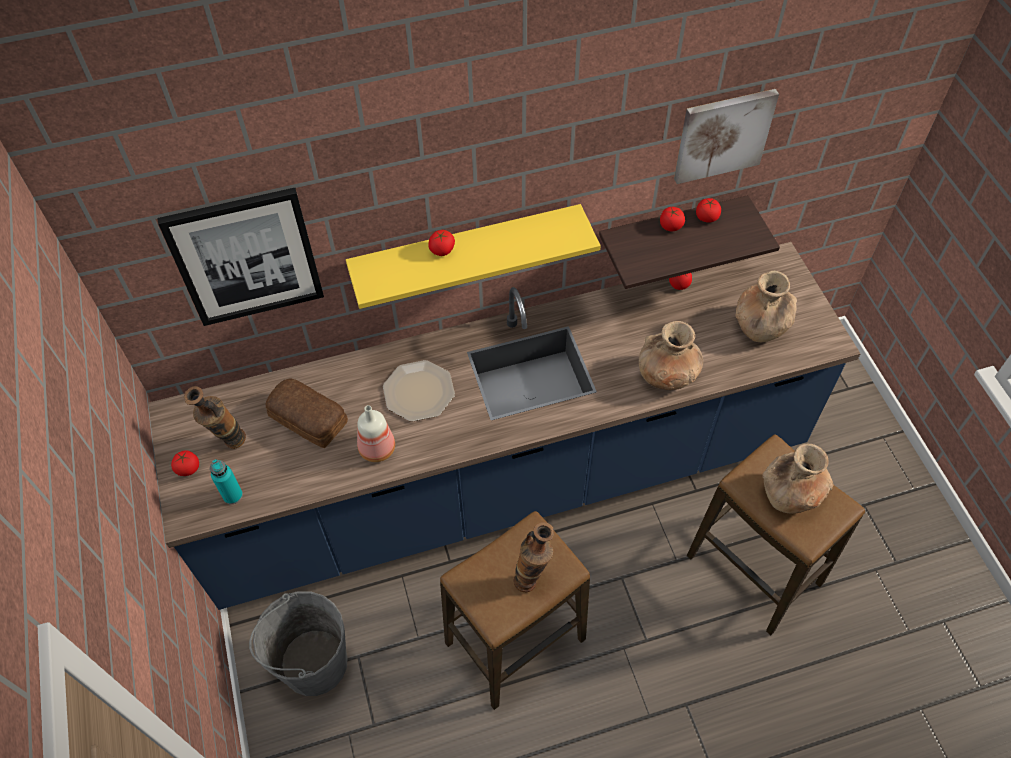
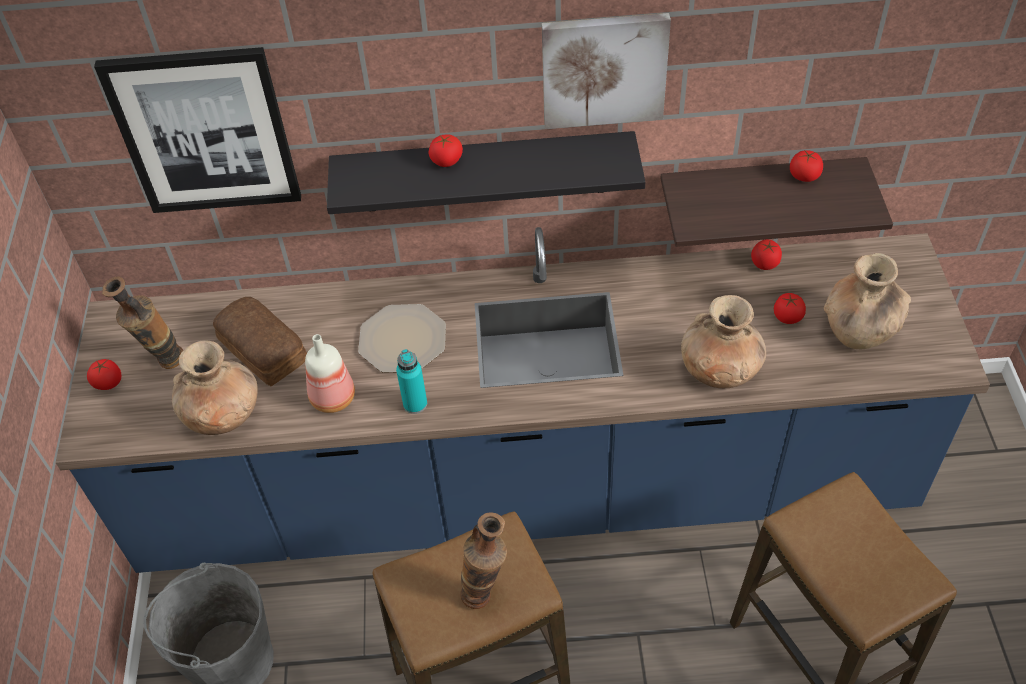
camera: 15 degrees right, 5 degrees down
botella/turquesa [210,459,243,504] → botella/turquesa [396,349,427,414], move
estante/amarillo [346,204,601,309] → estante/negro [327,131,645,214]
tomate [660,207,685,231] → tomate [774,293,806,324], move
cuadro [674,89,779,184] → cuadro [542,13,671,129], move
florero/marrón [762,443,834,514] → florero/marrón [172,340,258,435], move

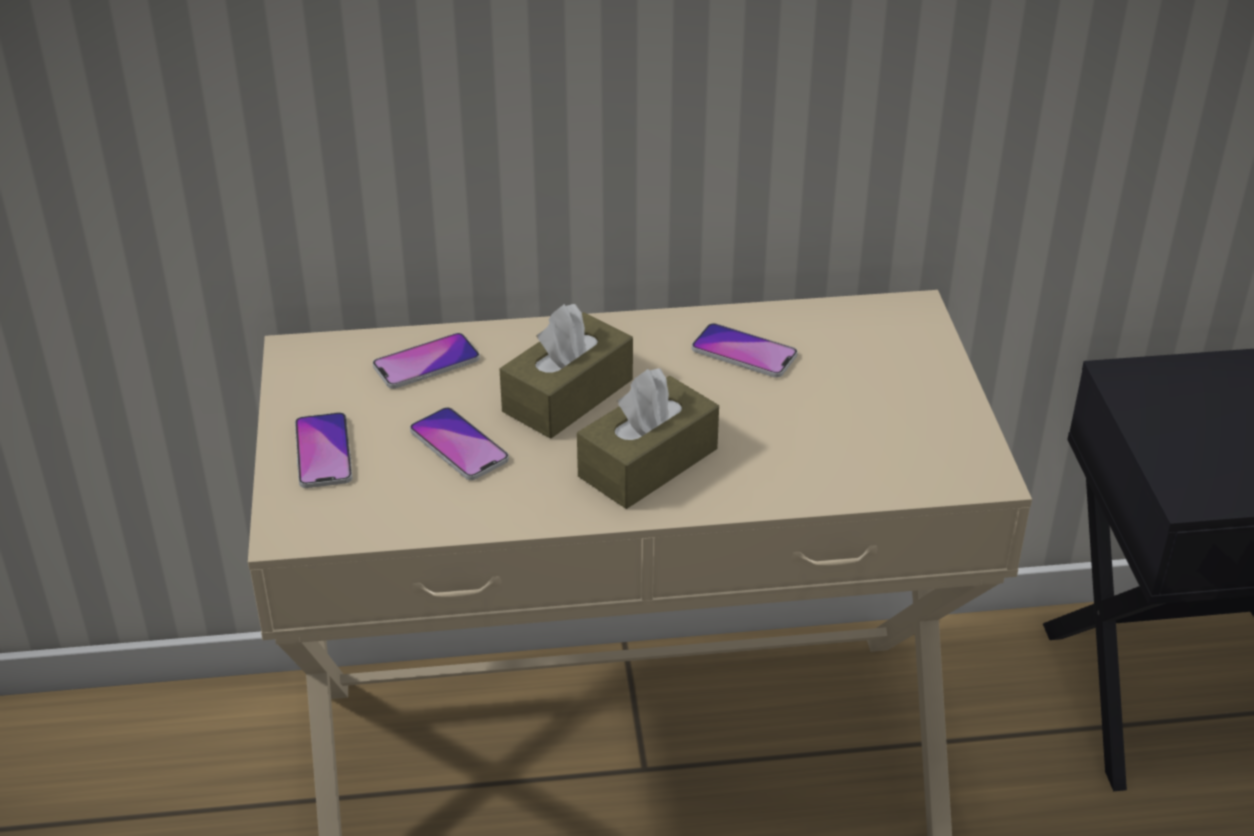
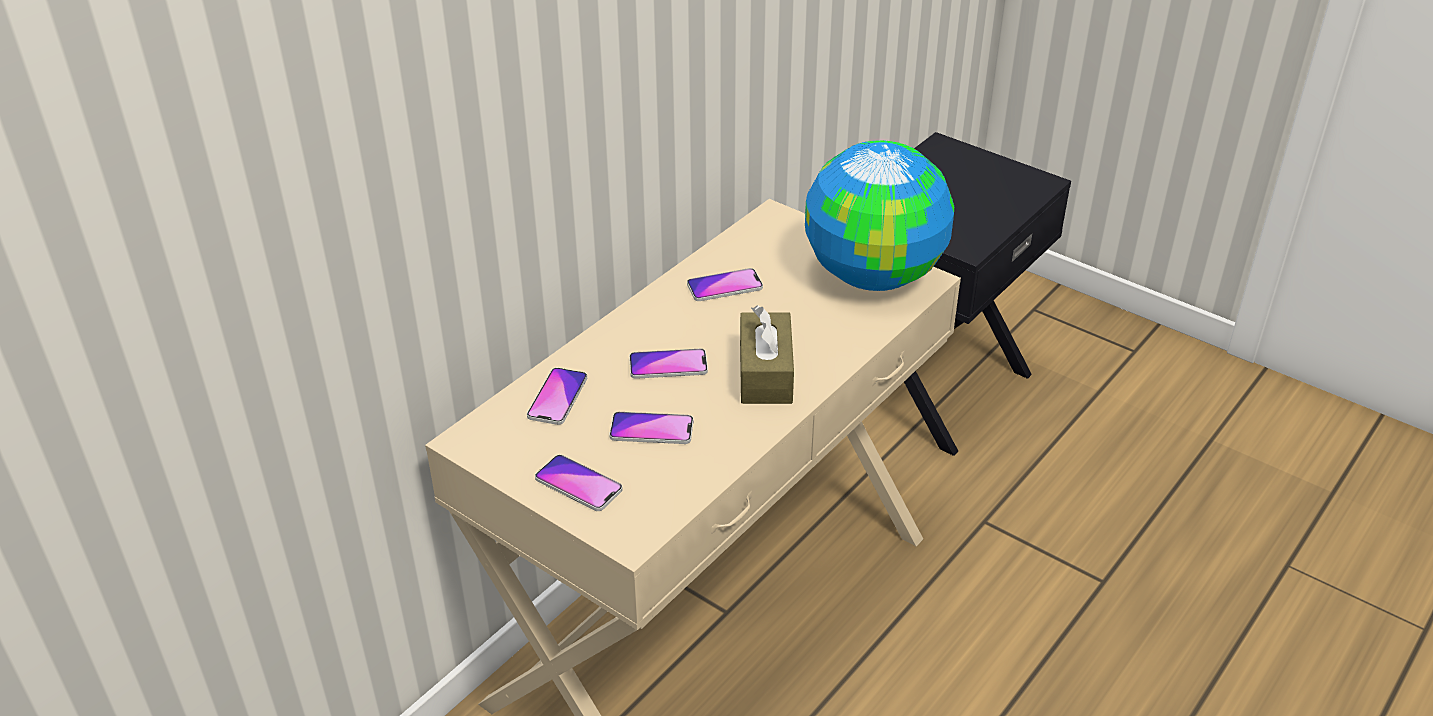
camera: 45 degrees left, 0 degrees up
caja de pañuelos/marrón [499,304,633,439] → móvil [629,349,708,379]
- → globo terráqueo [805,140,954,291]

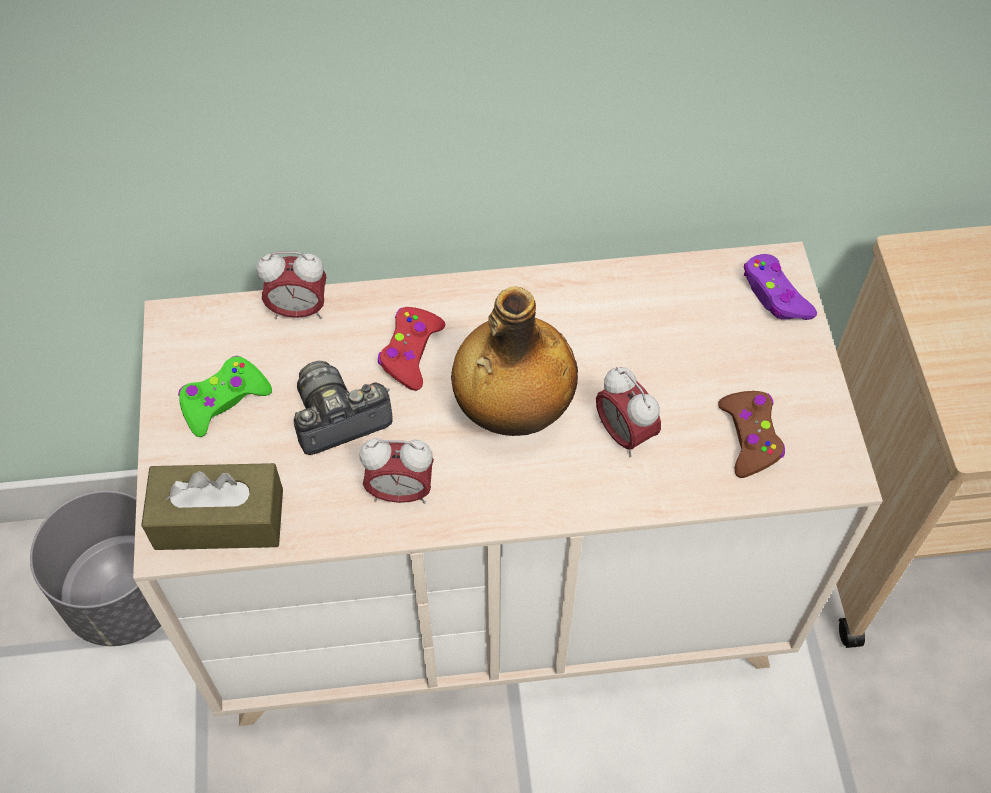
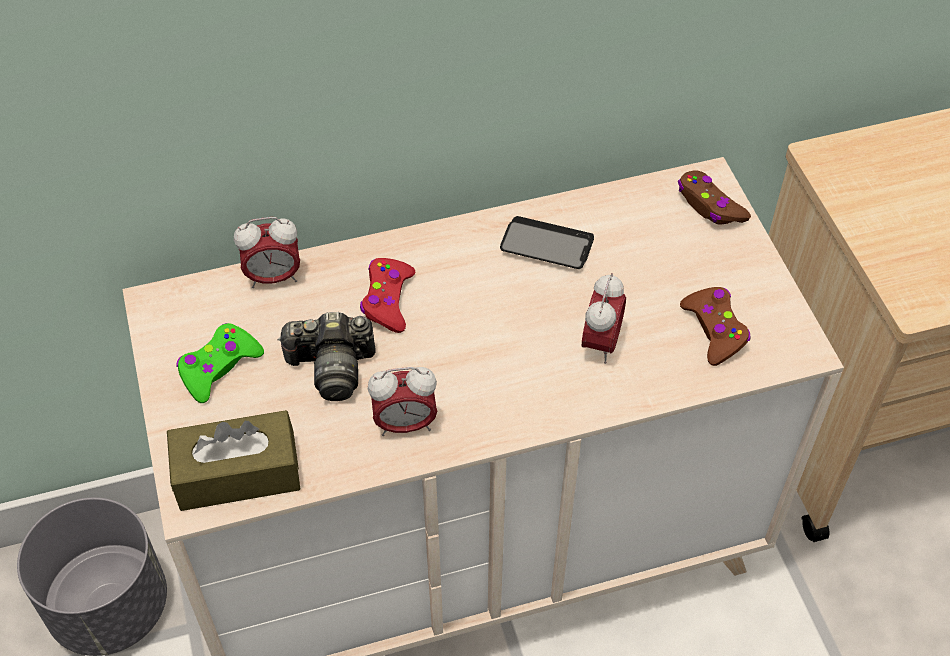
camera: 10 degrees left, 5 degrees down
cámara [293,361,393,455] → cámara [277,312,376,401], 150 degrees counterclockwise
botella [451,286,578,436] → -
despertador [596,367,661,457] → despertador [582,273,626,364], 120 degrees counterclockwise
mando de consola/morado [744,254,817,320] → mando de consola/marrón [678,171,751,225]
- → móvil [500,216,594,269]

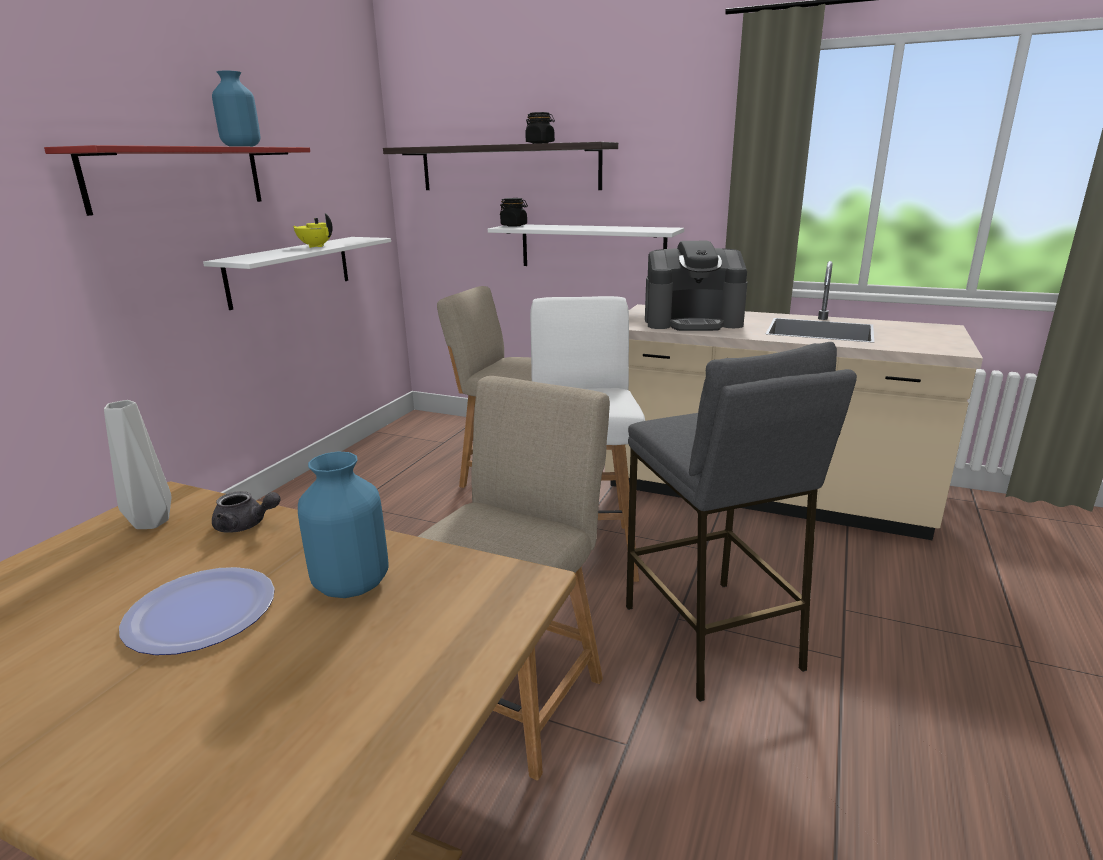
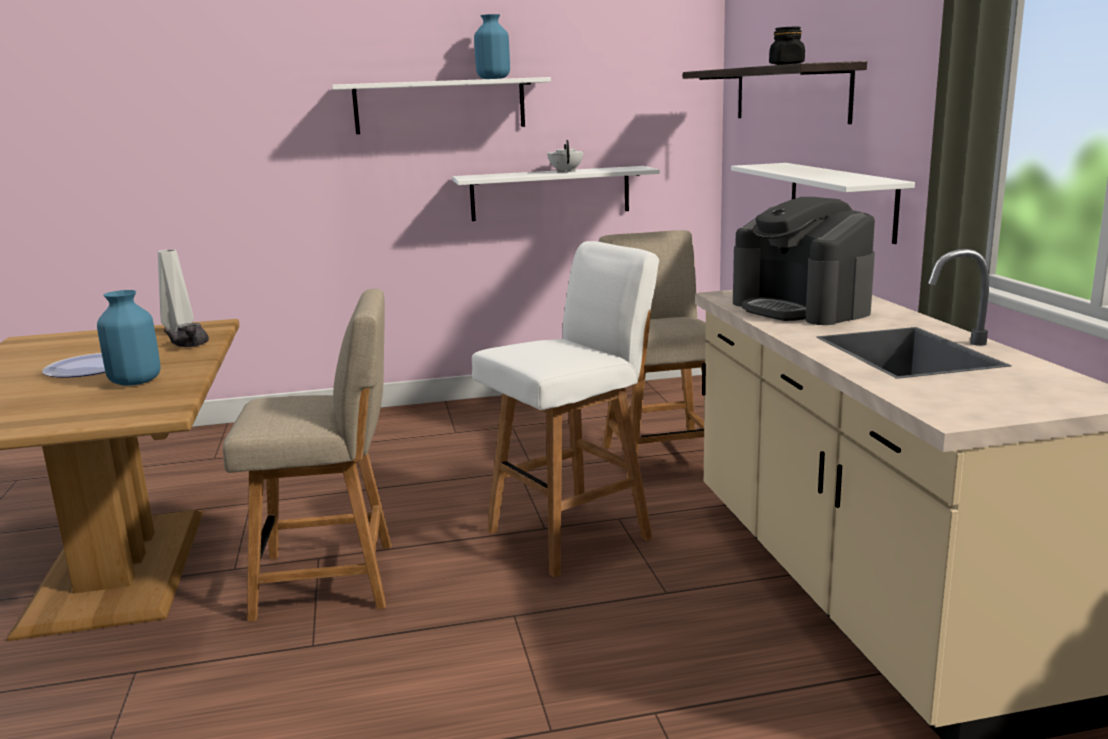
camera: 55 degrees right, 5 degrees down
estante/rojo [44,145,310,216] → estante/blanco [332,77,551,134]
tetera/amarillo [293,213,333,248] → tetera/blanco [547,140,584,173]
tarro/negro [500,198,528,227] → -
taburete/gris [626,342,857,702] → -

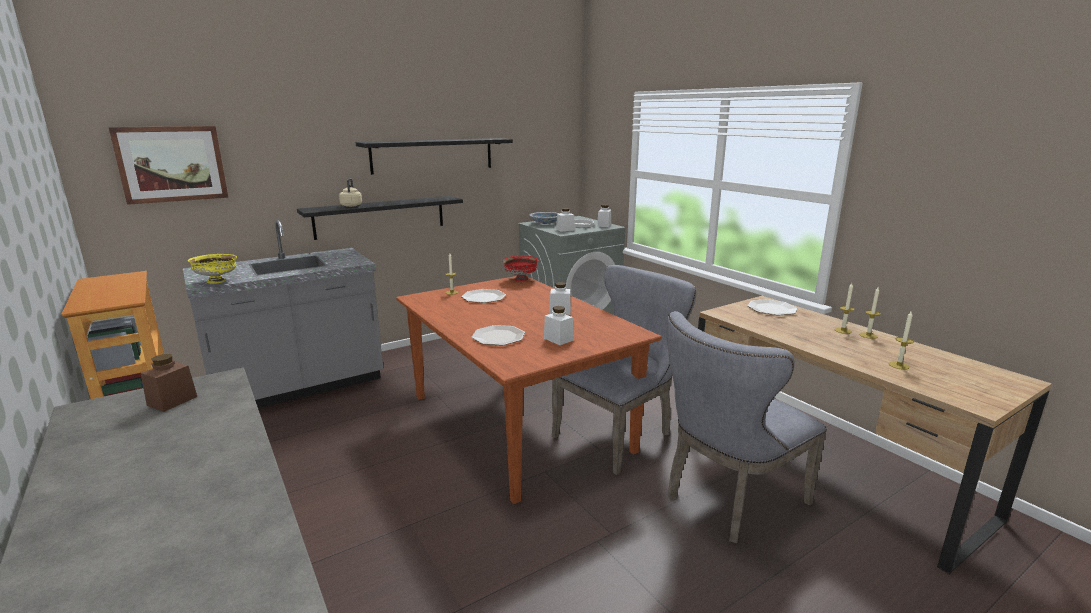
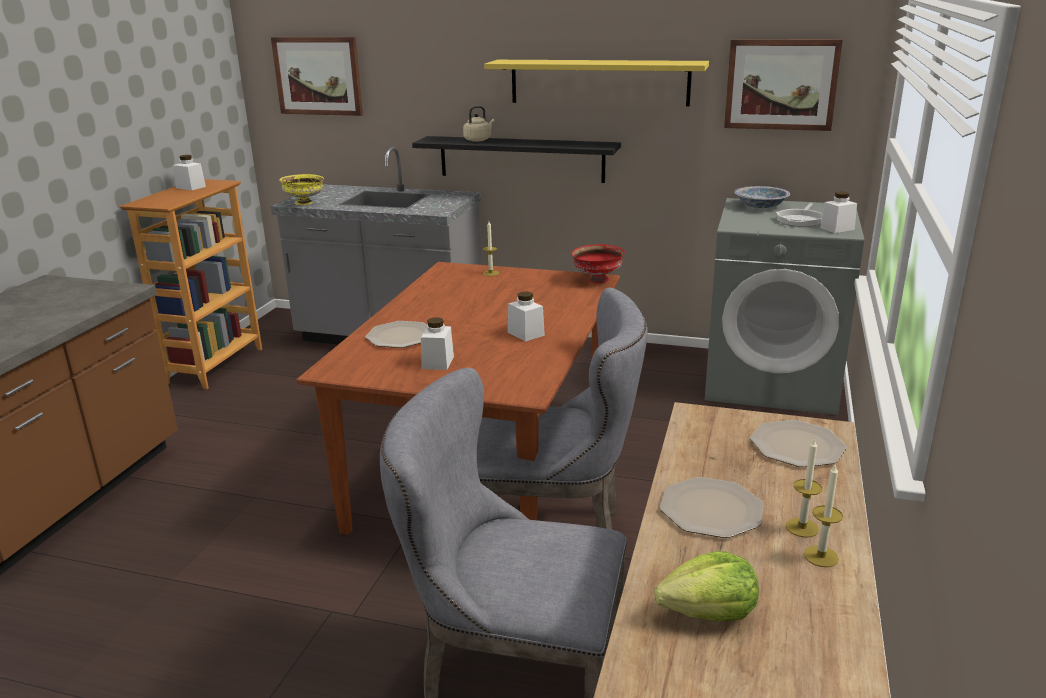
camera: 50 degrees right, 5 degrees up
tarro/marrón [141,354,197,412] → -
estante/negro [356,138,513,175] → estante/amarillo [484,60,709,106]
plato [461,289,506,303] → plato [660,477,763,538], move
tarro/blanco [556,208,575,232] → tarro/blanco [173,155,206,191], move
vela [889,311,914,370] → lechuga [654,551,759,621]
- → cuadro [724,39,843,131]

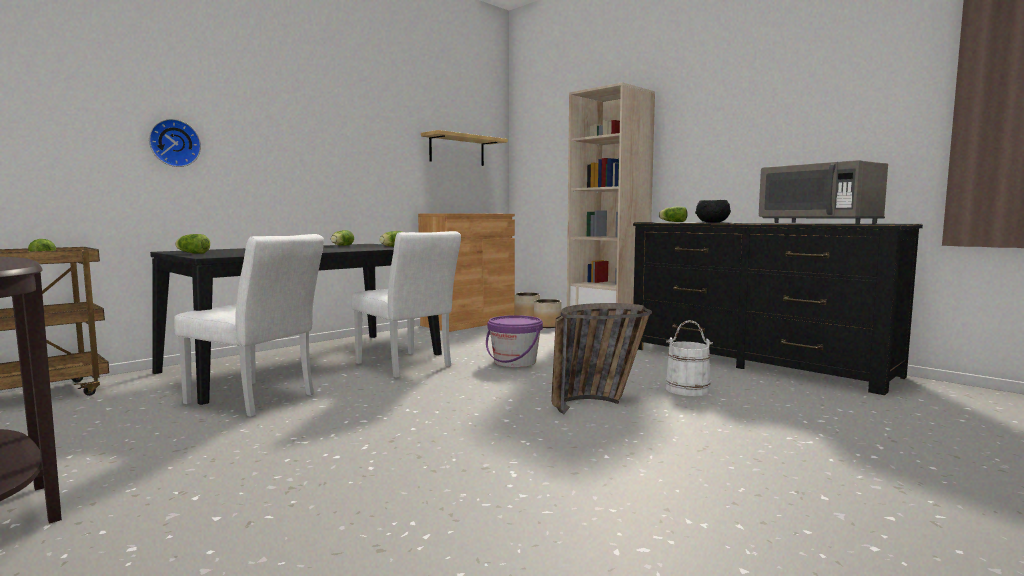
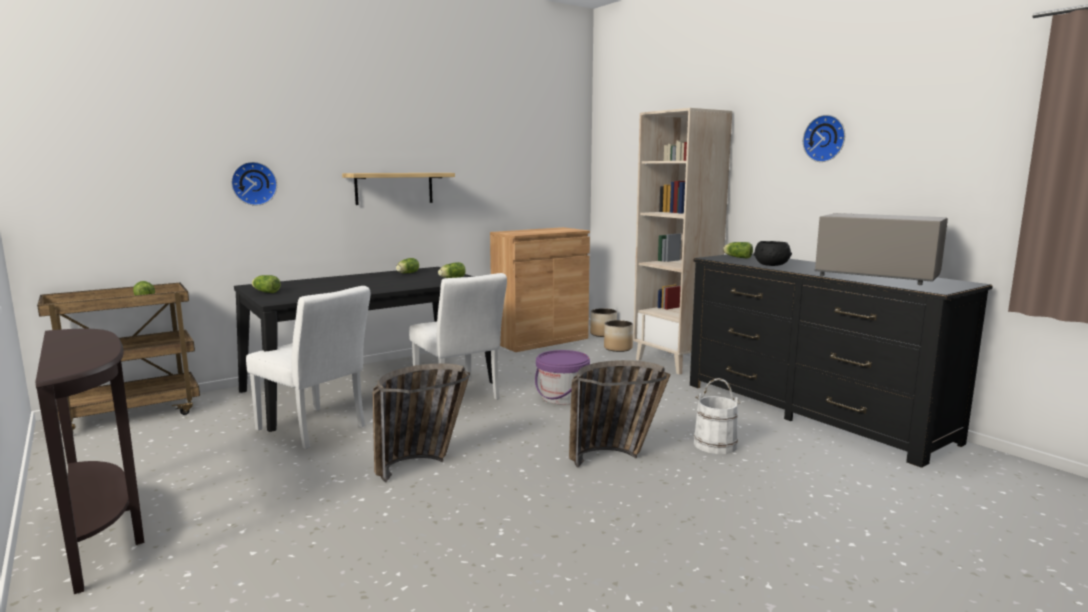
camera: 10 degrees right, 5 degrees up
estante [421,130,508,166] → estante [342,173,455,205], move
microondas/gris [759,160,888,224] → microondas/gris [814,213,948,285], 150 degrees clockwise
- → cesta [373,363,470,482]
- → reloj de pared [803,115,845,162]

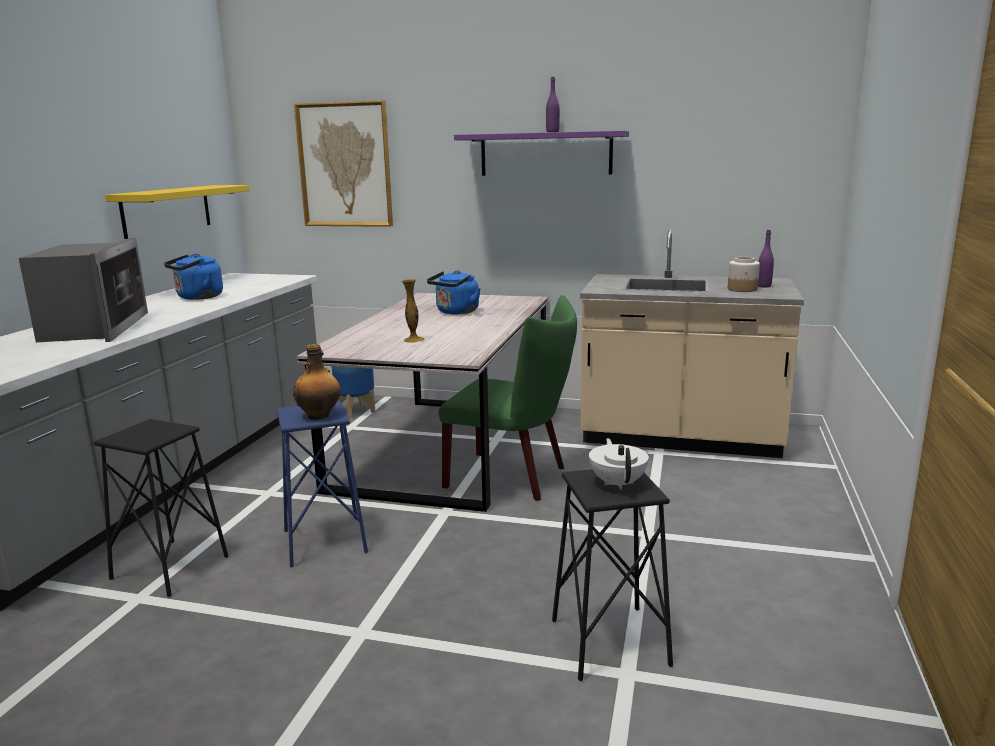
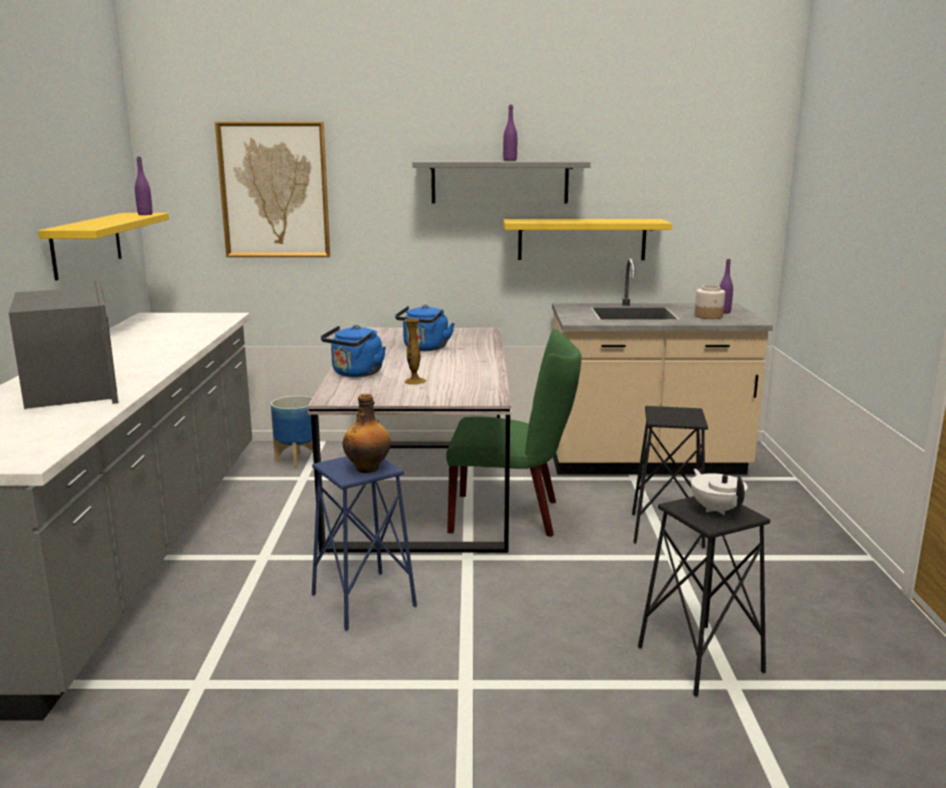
camera: 15 degrees left, 0 degrees up
taburete/negro [94,419,228,597] → taburete/negro [632,406,708,549], move
hervidor/azul [164,253,223,300] → hervidor/azul [321,325,386,377], move
estante/morado [454,130,629,176] → estante/gris [412,161,591,203]
- → botella/morado [135,157,153,215]
- → estante/amarillo [503,219,672,260]

